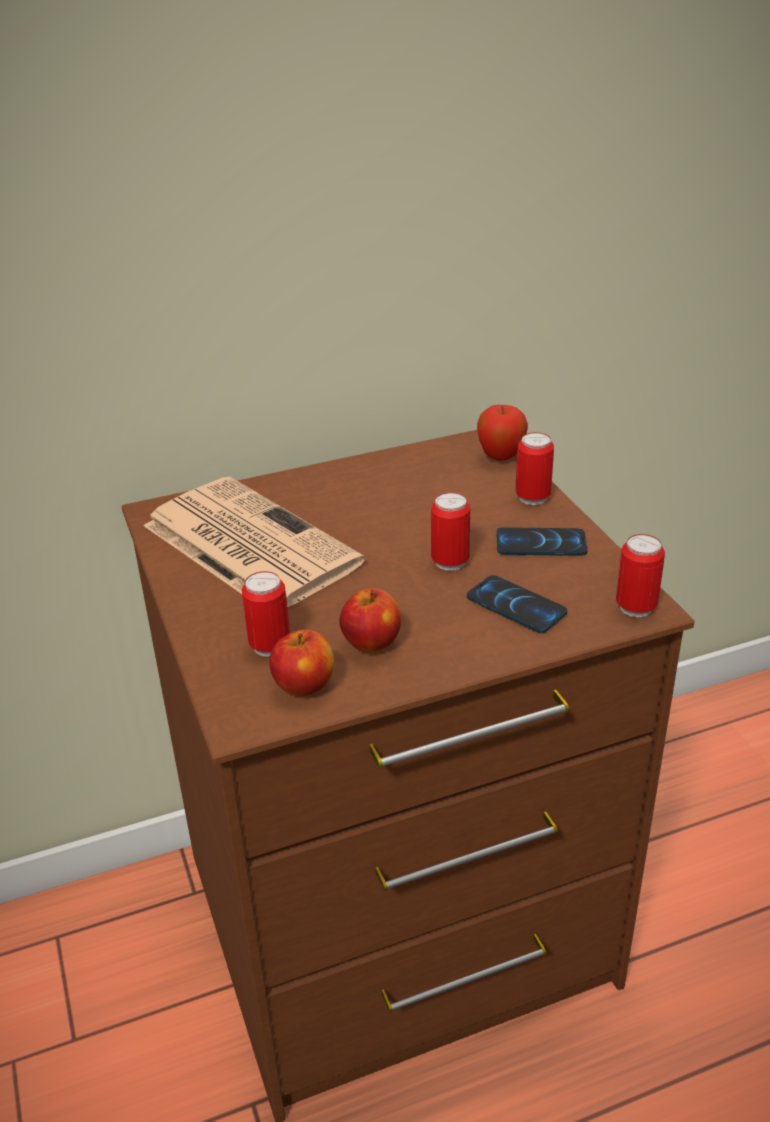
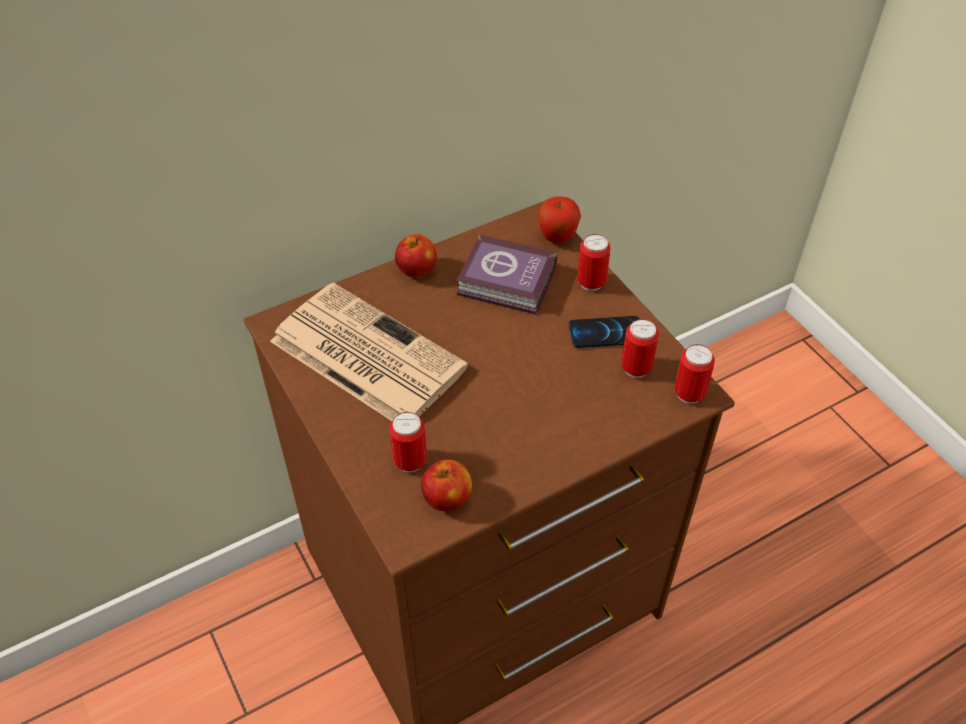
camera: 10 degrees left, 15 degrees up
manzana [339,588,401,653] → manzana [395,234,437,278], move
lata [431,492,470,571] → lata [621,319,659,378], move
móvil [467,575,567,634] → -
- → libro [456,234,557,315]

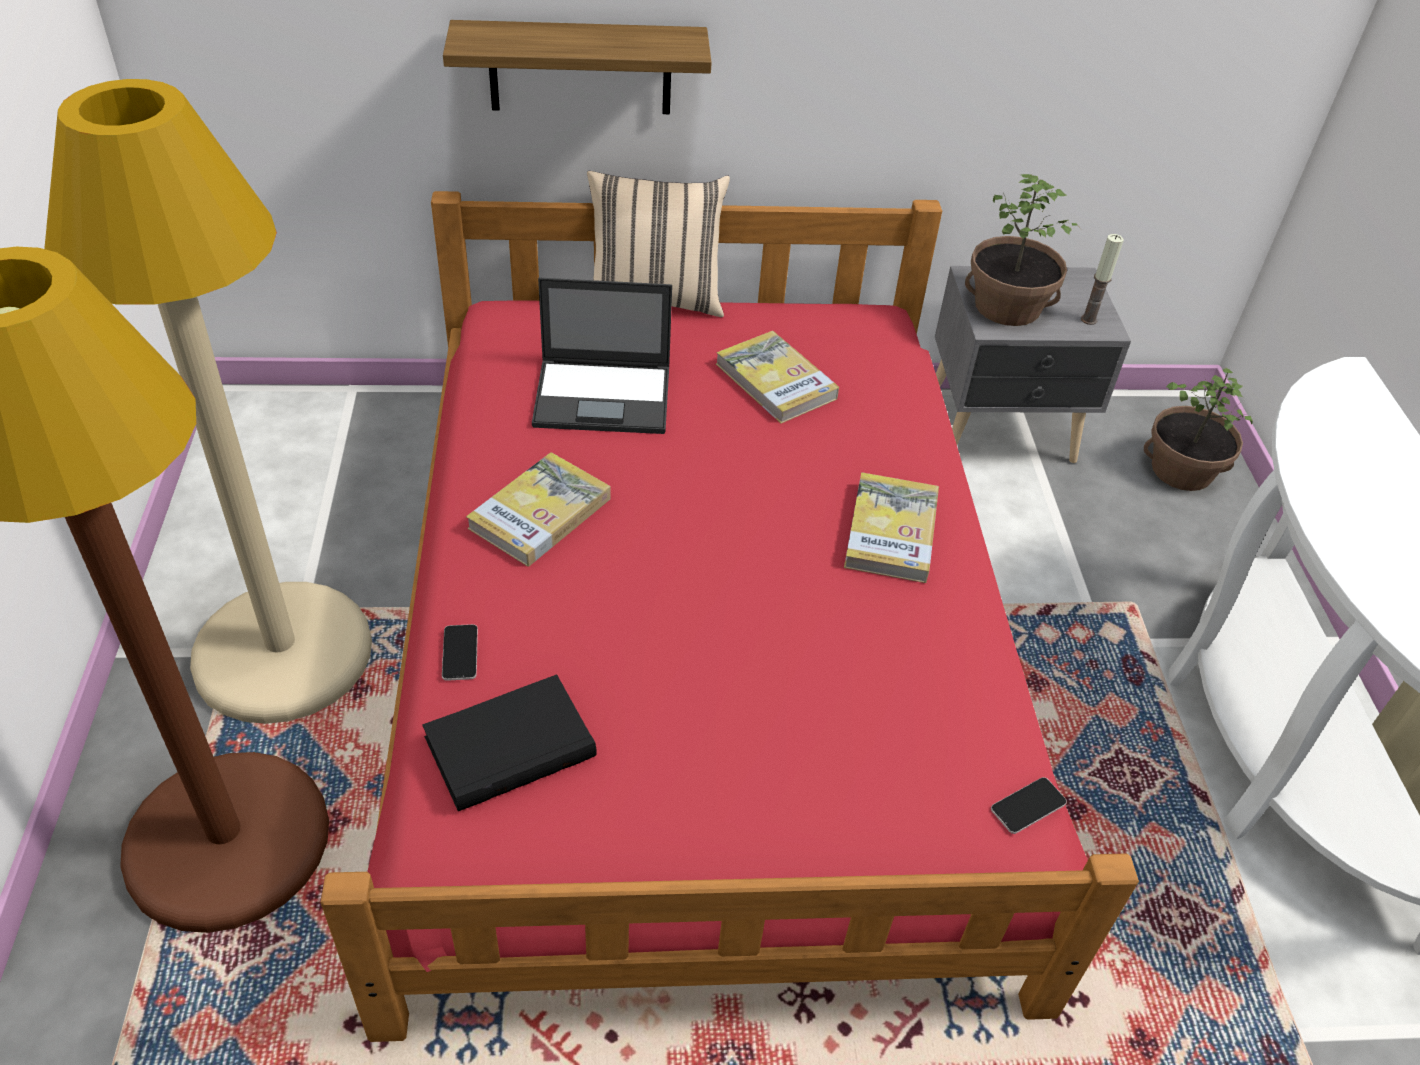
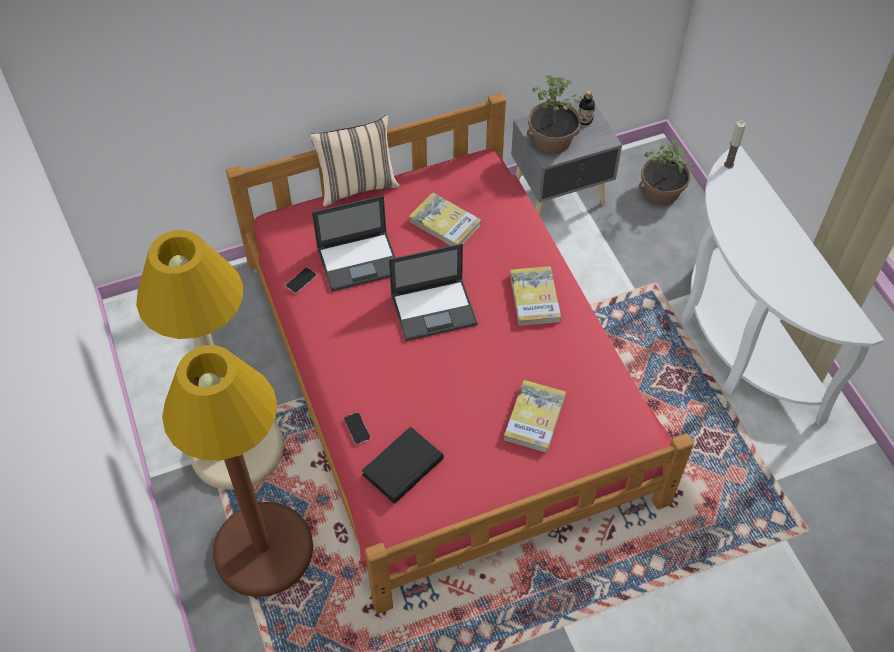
camera: 15 degrees left, 10 degrees up
estante [443,20,712,114] → -
libro [466,452,611,567] → libro [504,380,566,453], move
móvil [991,777,1067,834] → móvil [286,267,317,293], move
vela [1081,234,1124,325] → vela [724,121,746,169], move
- → portátil [389,244,478,341]
- → botella [578,90,595,125]

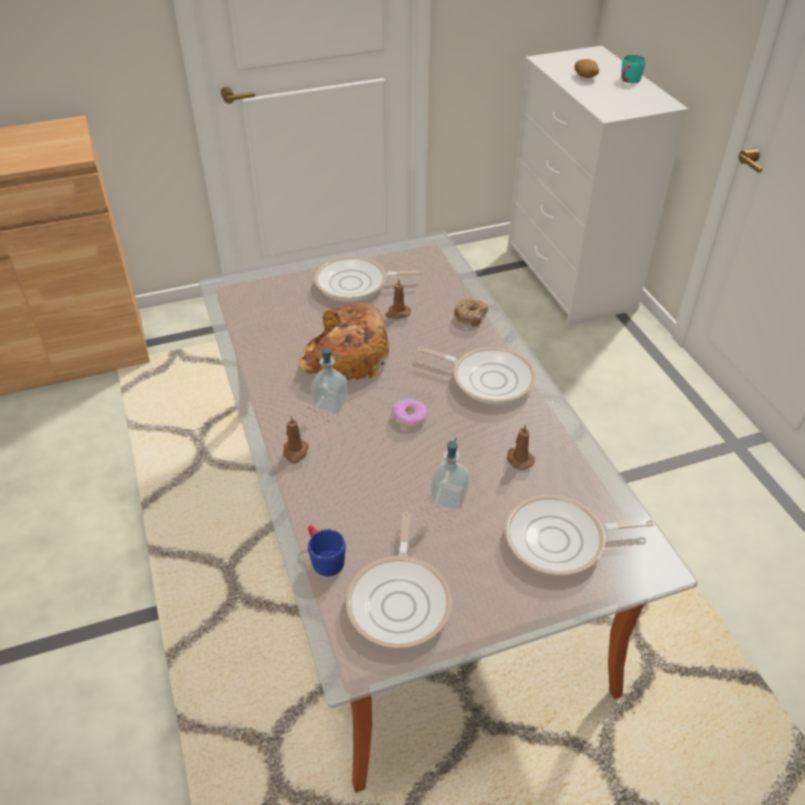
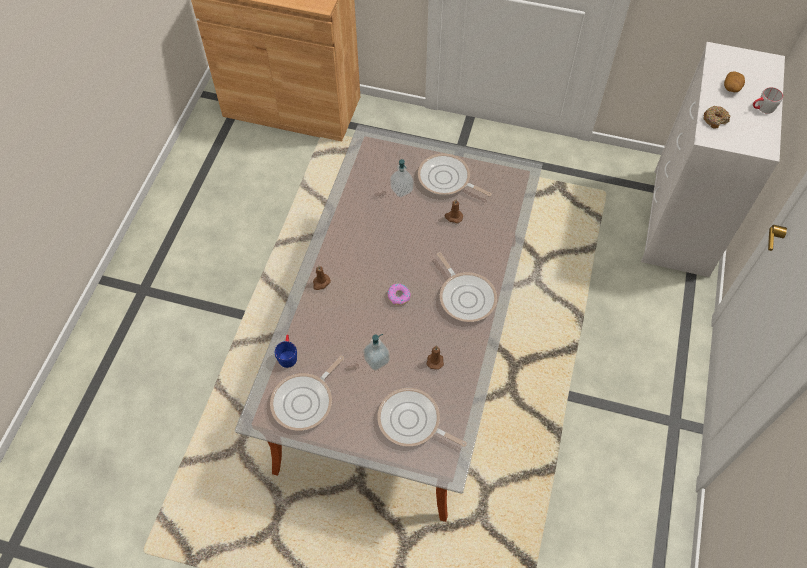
camera: 35 degrees right, 15 degrees up
pan [298,303,389,381] → -
dispensador de jabón [311,347,348,413] → dispensador de jabón [390,159,413,197], move
rosquilla [454,298,488,326] → rosquilla [704,106,730,128], move
taza grande/turquesa [621,55,646,83] → taza grande/gris [753,87,783,114]

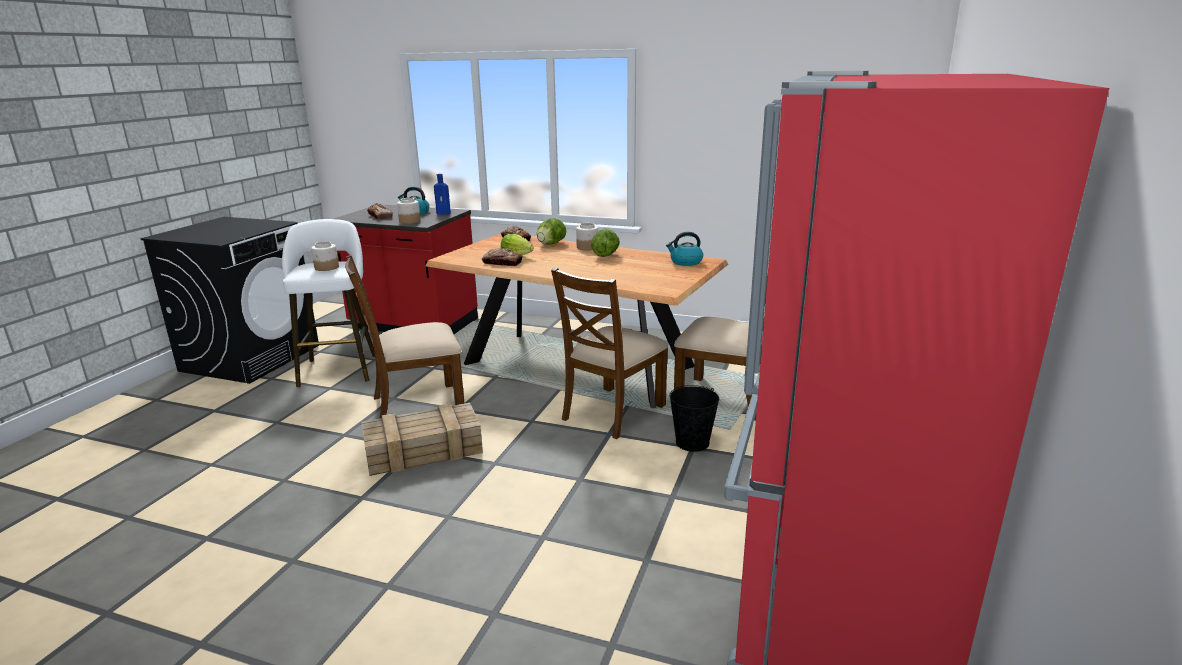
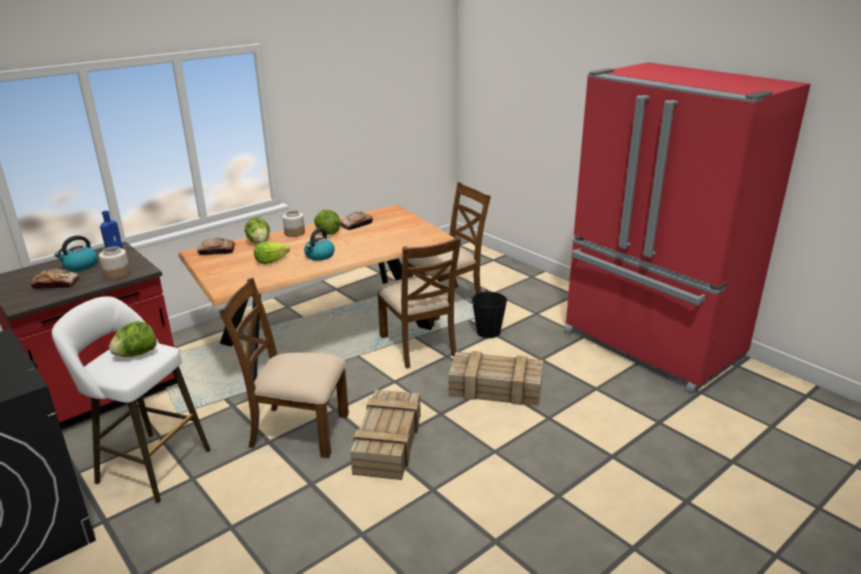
camera: 60 degrees left, 5 degrees up
tarro [311,241,339,271] → lechuga [109,322,156,357]
silla/marrón [345,255,464,419] → silla/marrón [219,278,349,458], 90 degrees clockwise
pan [482,248,523,266] → pan [340,212,373,230], move
hervidor [666,232,703,266] → hervidor [304,228,335,261], move
- → caja de embalaje [449,351,543,406]

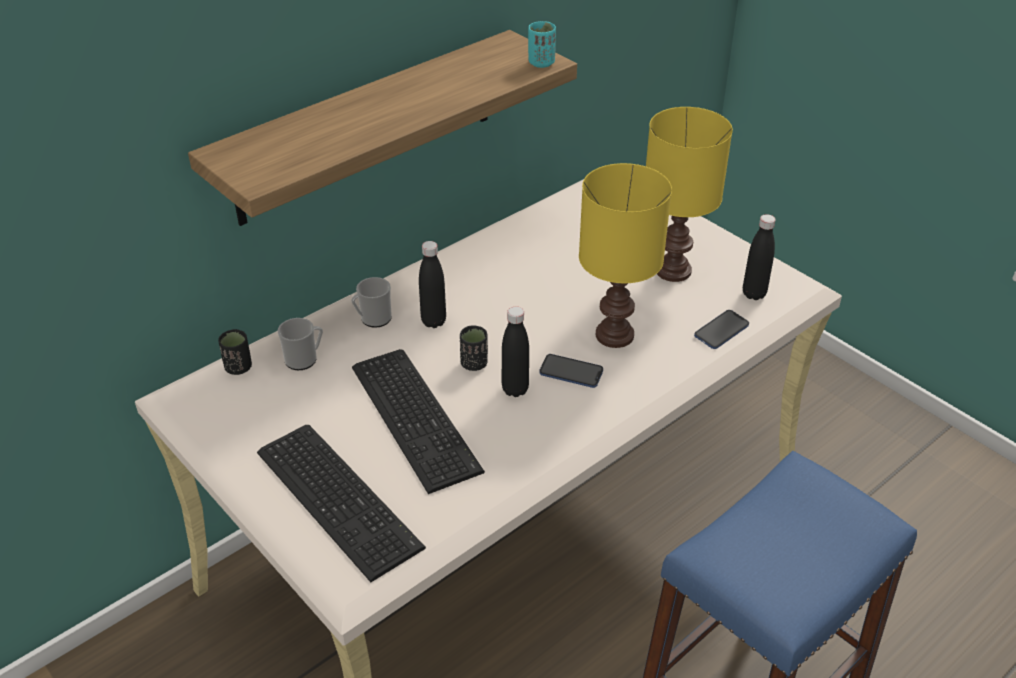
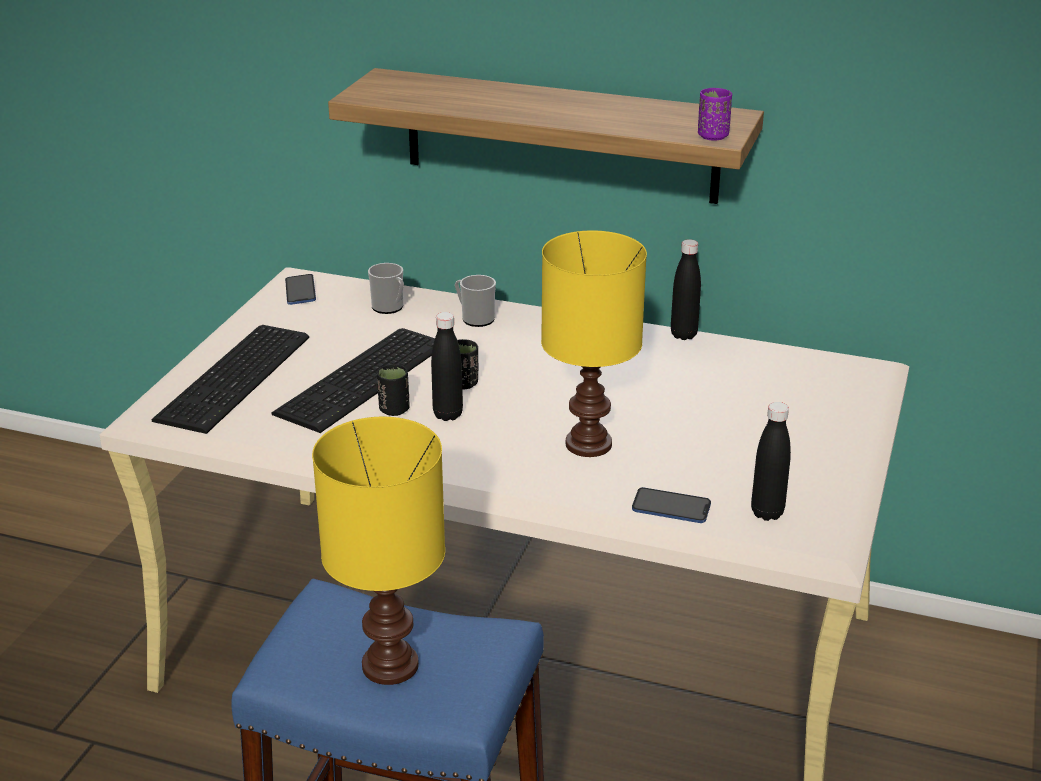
camera: 60 degrees right, 10 degrees down
taza/negro [218,329,252,375] → taza/negro [377,364,410,416], move
botella/negro [419,241,446,328] → botella/negro [671,239,701,340], move
taza/turquesa [528,21,556,68] → taza/morado [698,88,732,141]
móvil [540,354,603,388] → móvil [285,274,316,305], move
lámpara de mesa/amarillo [646,107,733,282] → lámpara de mesa/amarillo [312,417,445,685], move

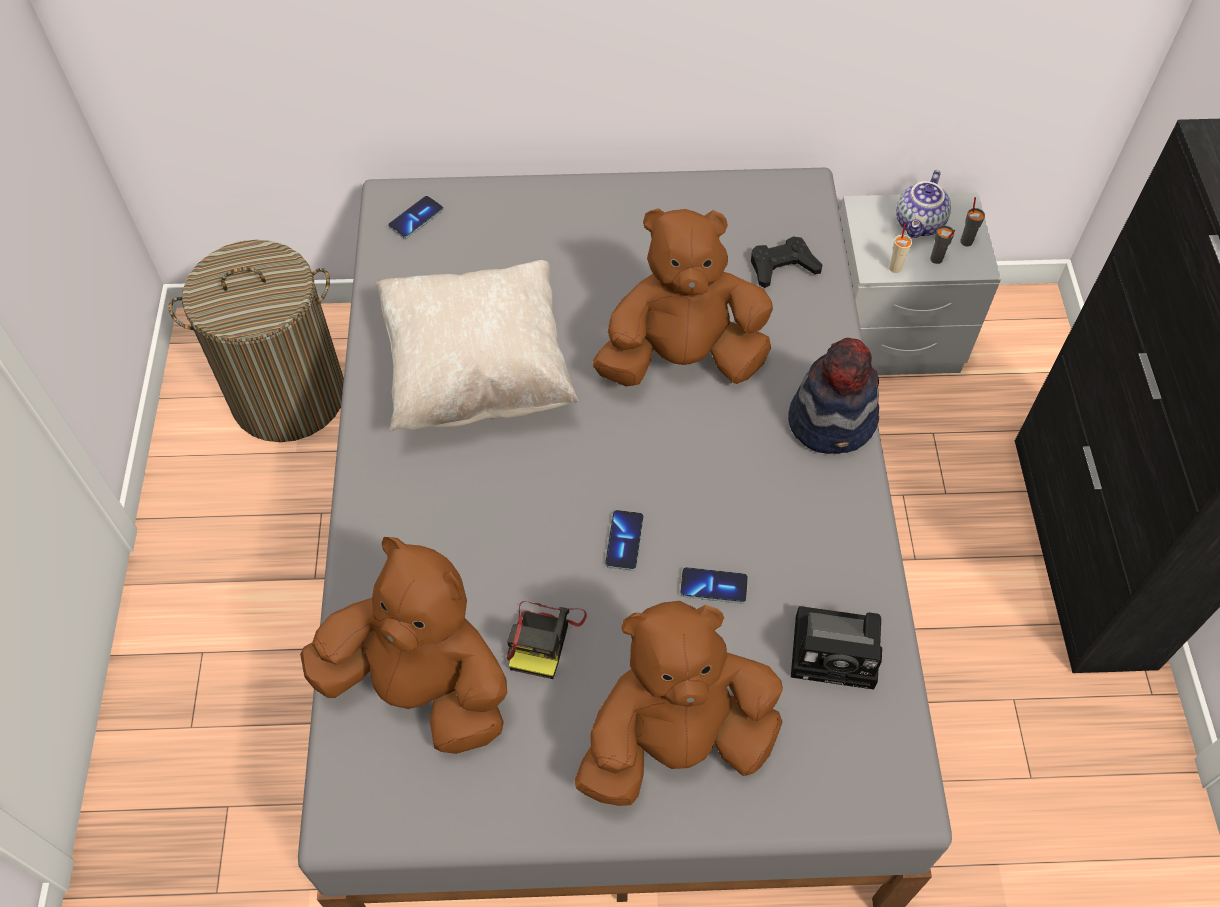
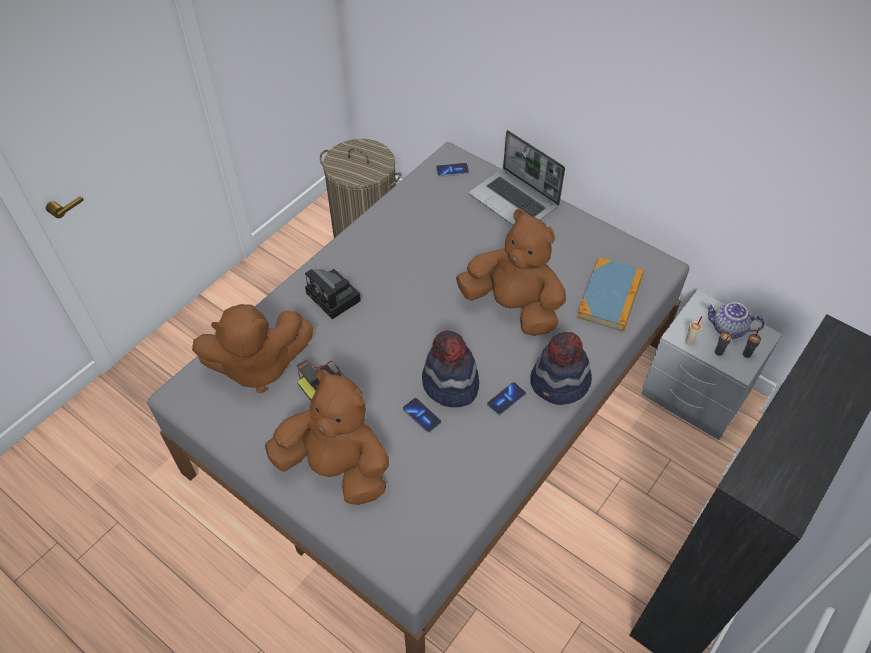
camera: 40 degrees right, 5 degrees down
peluche/marrón [300,537,507,754] → peluche/marrón [192,304,313,393], 105 degrees clockwise
cojín/beis [376,260,580,432] → -
móvil [605,510,644,571] → móvil [487,382,526,416], move
mando de consola/negro [751,237,822,288] → libro [577,257,644,332]
cámara [791,606,882,690] → cámara [305,269,361,319], move
tetera [896,170,951,238] → tetera [705,302,764,339], 45 degrees clockwise
- → sombrero [422,330,479,407]
- → portátil [469,130,565,225]

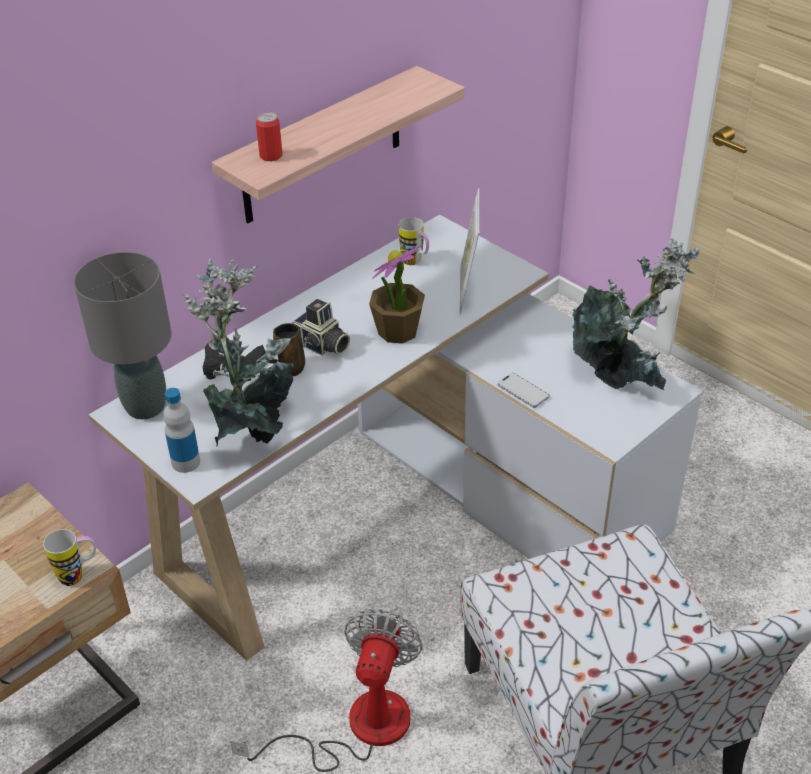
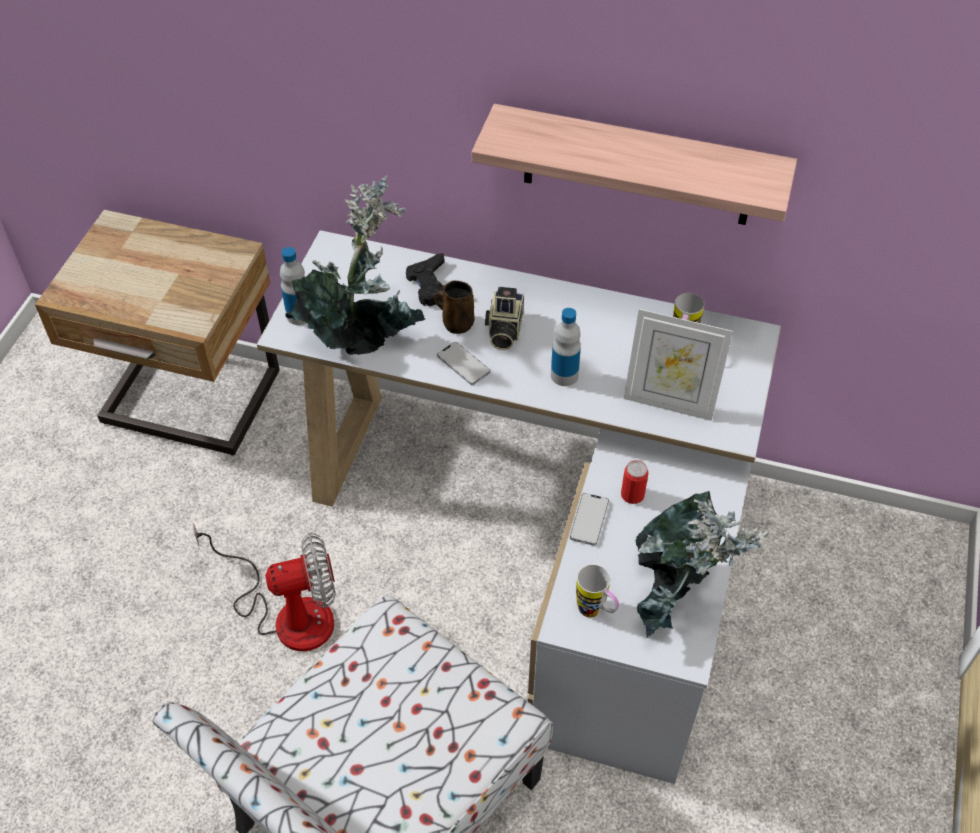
camera: 60 degrees right, 10 degrees up
taza grande [43,529,96,586] → taza grande [576,564,619,617], move
lámpara de mesa/gris [74,252,172,419] → -
lata [256,112,283,161] → lata [621,460,648,504], move
planta en maceta [369,245,425,344] → botella [551,308,581,386]
portarretratos [460,188,479,315] → portarretratos [624,309,733,421], 135 degrees counterclockwise
- → móvil [437,342,491,385]

